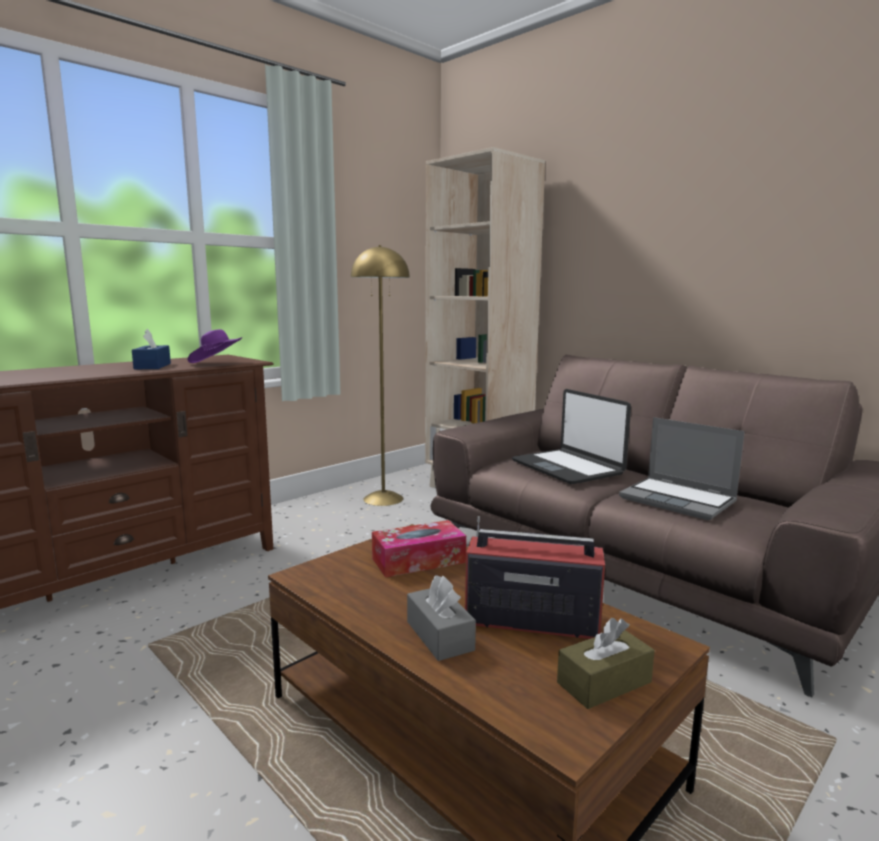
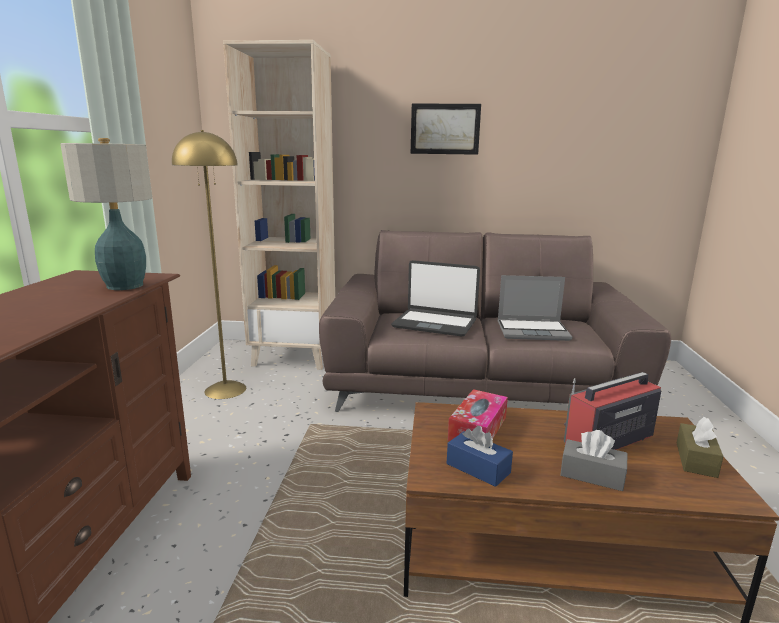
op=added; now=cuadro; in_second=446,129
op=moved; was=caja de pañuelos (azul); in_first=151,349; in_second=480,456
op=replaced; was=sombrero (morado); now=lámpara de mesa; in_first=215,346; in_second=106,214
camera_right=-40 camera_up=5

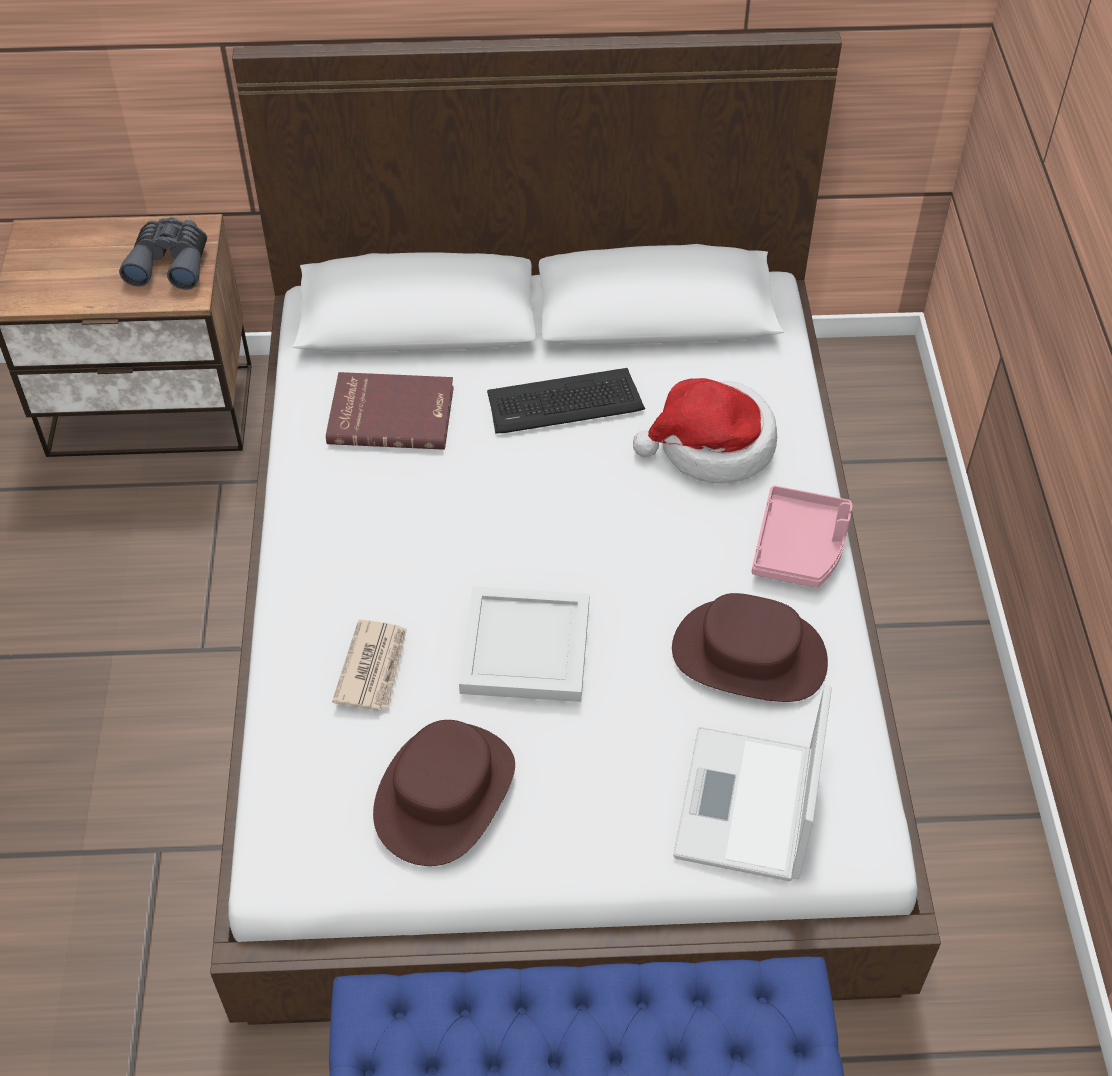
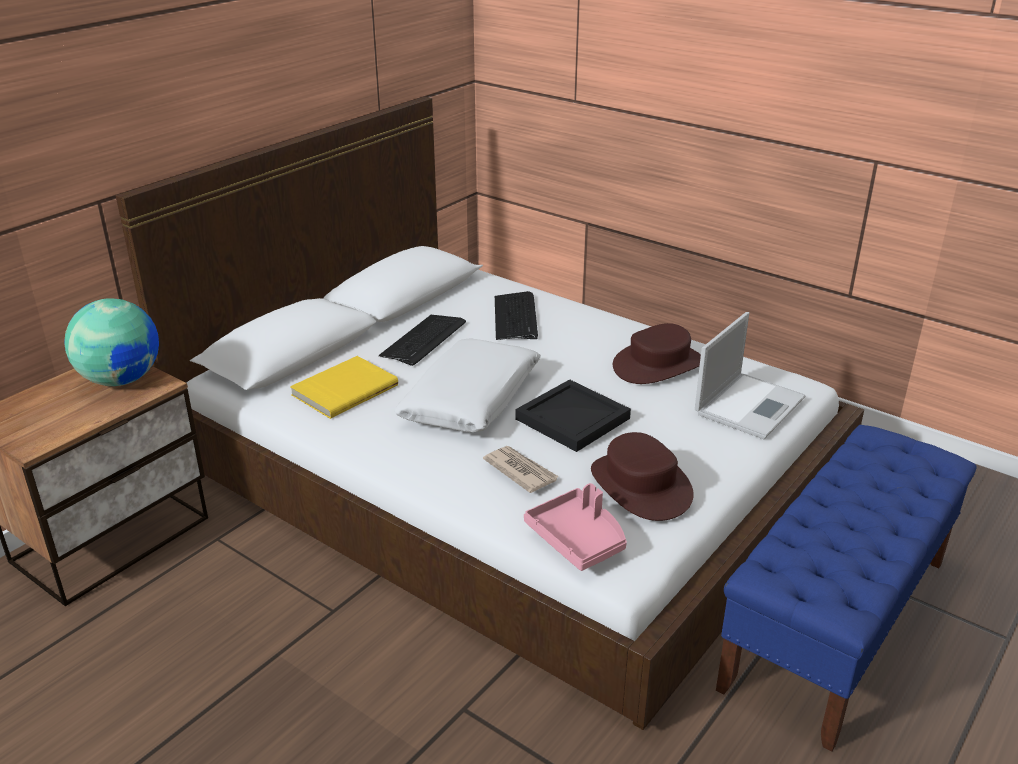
op=added; now=cojín (blanco); in_second=467,385
op=moved; was=bandeja (rosa); in_first=802,536; in_second=575,527
op=replaced; was=prismáticos (gris); now=globo terráqueo; in_first=163,253; in_second=111,342
op=replaced; was=sombrero; now=teclado; in_first=705,431; in_second=516,315
op=recoloured; was=libro (rojo); now=libro (amarillo); in_first=390,411; in_second=344,387
op=recoloured; was=bandeja (blanco); now=bandeja (negro); in_first=524,644; in_second=573,415
op=turned; was=portátil; in_first=752,783; in_second=750,375; clockwise=-105
camera_right=-50 camera_up=-20

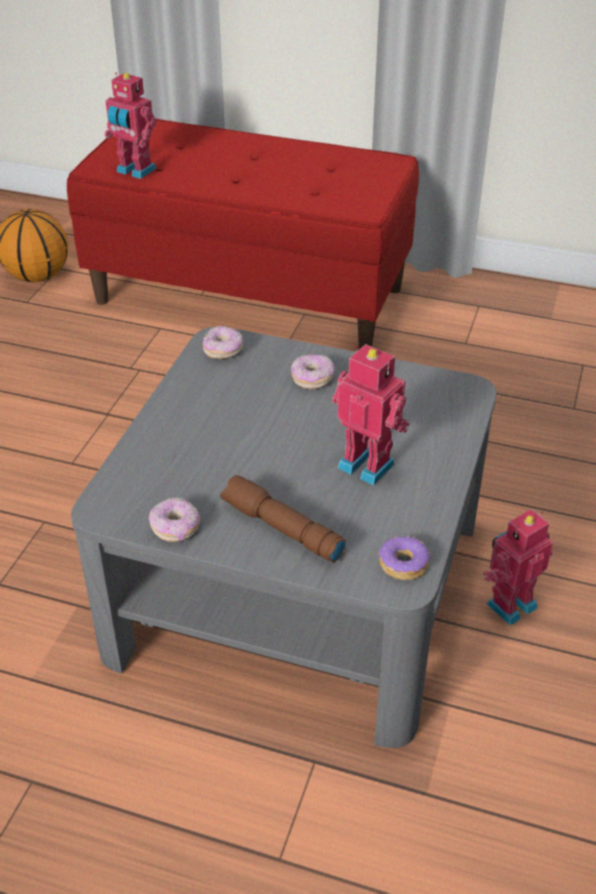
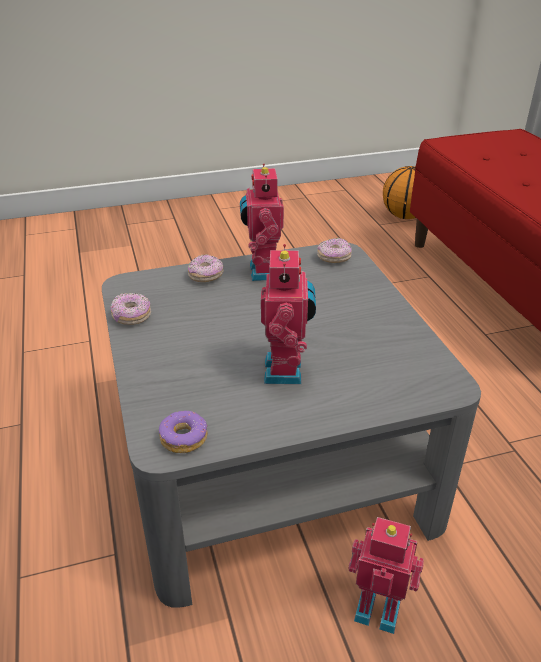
op=removed; was=linterna (marrón); in_first=283,519
op=moved; was=robot de juguete; in_first=131,125; in_second=262,222
op=moved; was=rosquilla; in_first=313,371; in_second=206,268
camera_right=55 camera_up=-5

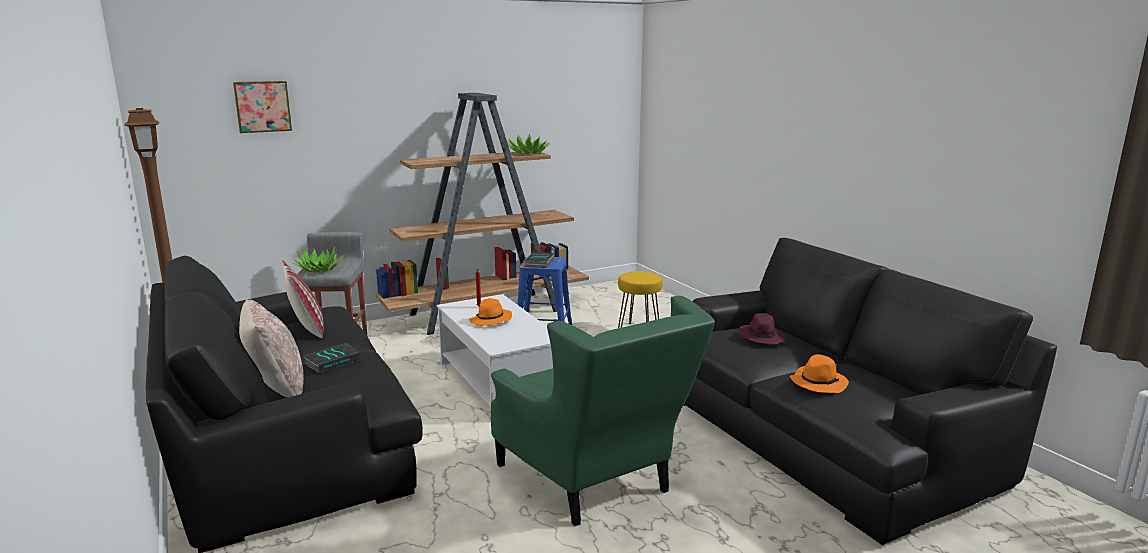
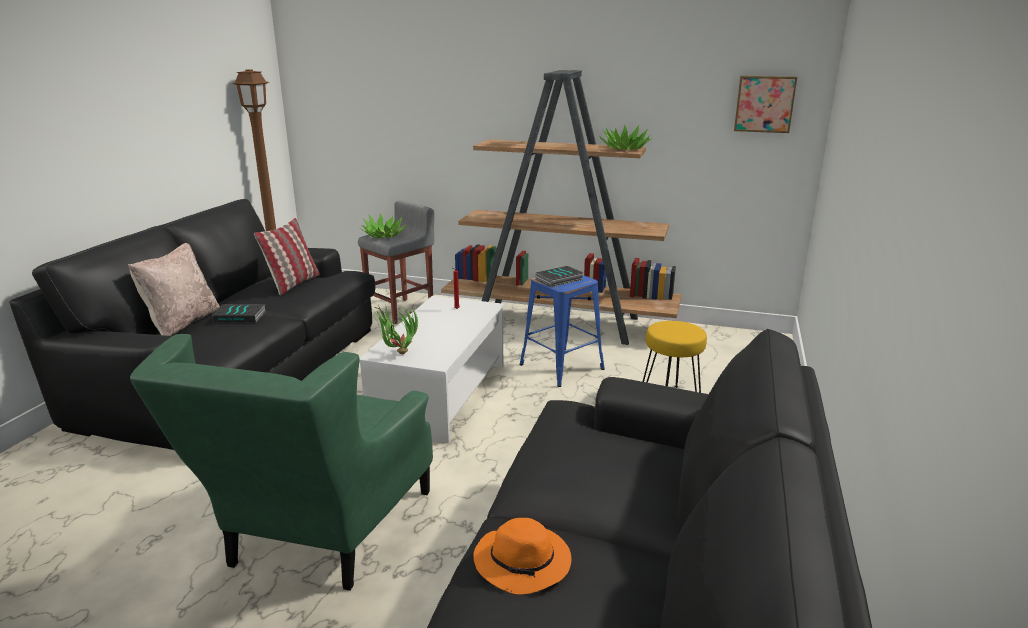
op=removed; was=sombrero (naranja); in_first=490,312
op=removed; was=sombrero (morado); in_first=761,328
op=added; now=planta en maceta; in_second=395,329
op=moved; was=cuadro; in_first=262,107; in_second=765,104
camera_right=45 camera_up=5

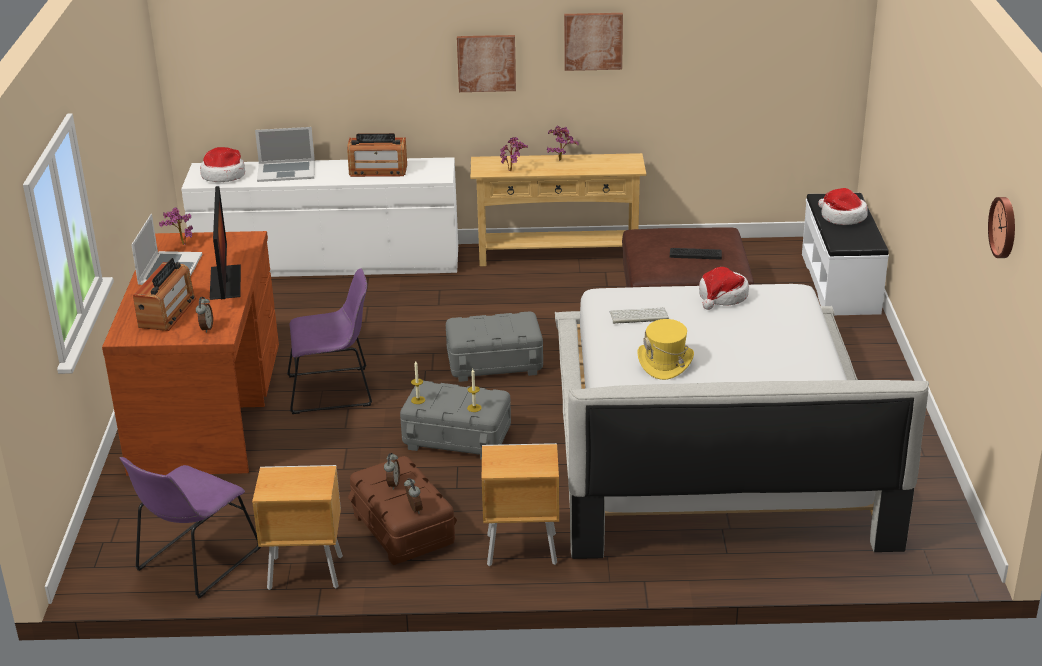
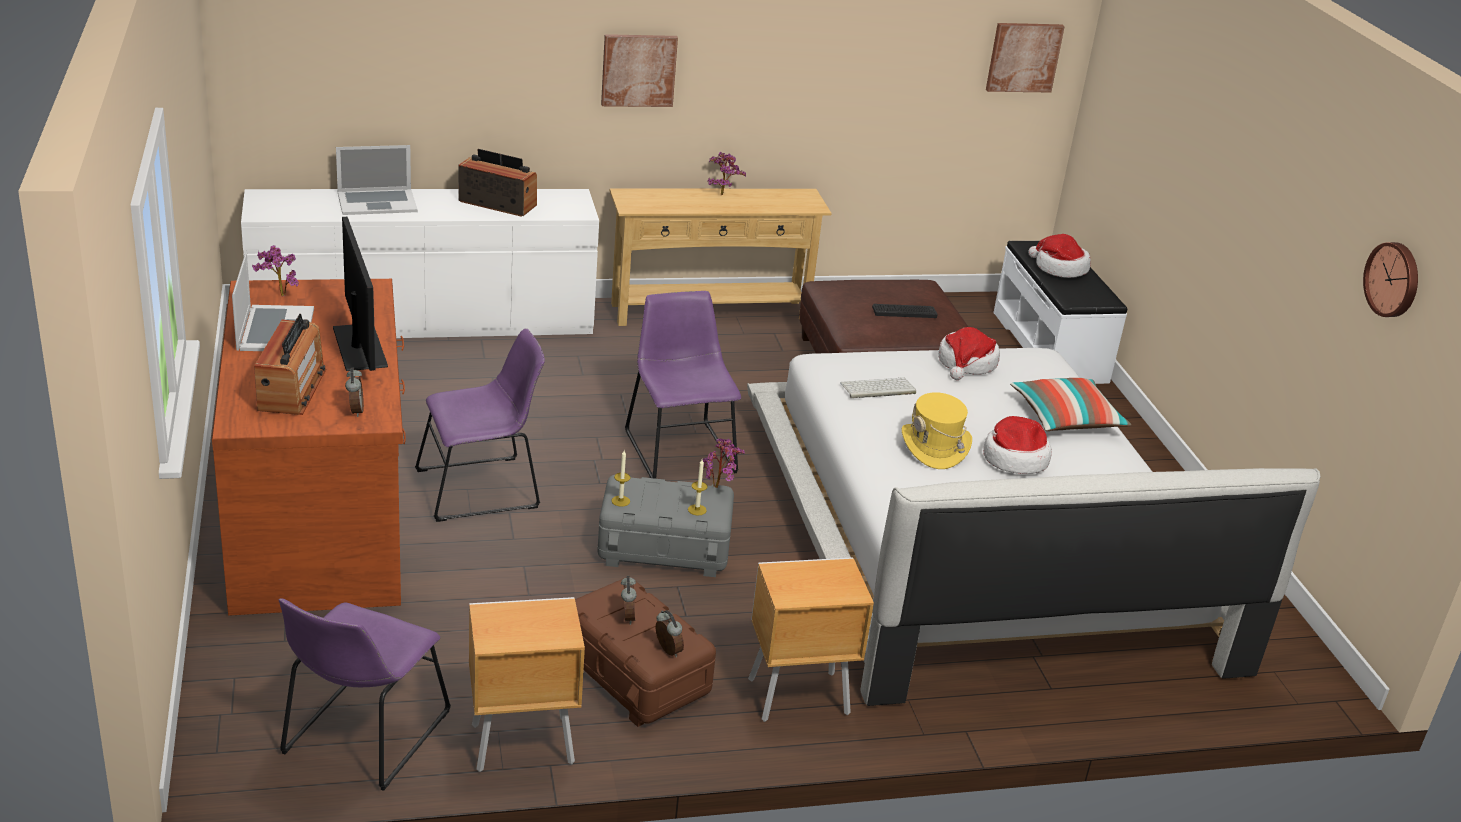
op=added; now=cojín; in_second=1071,404
op=moved; was=sombrero; in_first=222,164; in_second=1017,445
op=moved; was=planta en maceta; in_first=514,154; in_second=724,463
op=moved; was=cuadro; in_first=593,42; in_second=1025,58
op=replaced; was=caja de almacenaje (gris); now=silla (morado); in_first=494,346; in_second=683,385
op=turned; was=radio; in_first=377,155; in_second=497,183; clockwise=-150
camera_right=-15 camera_up=0

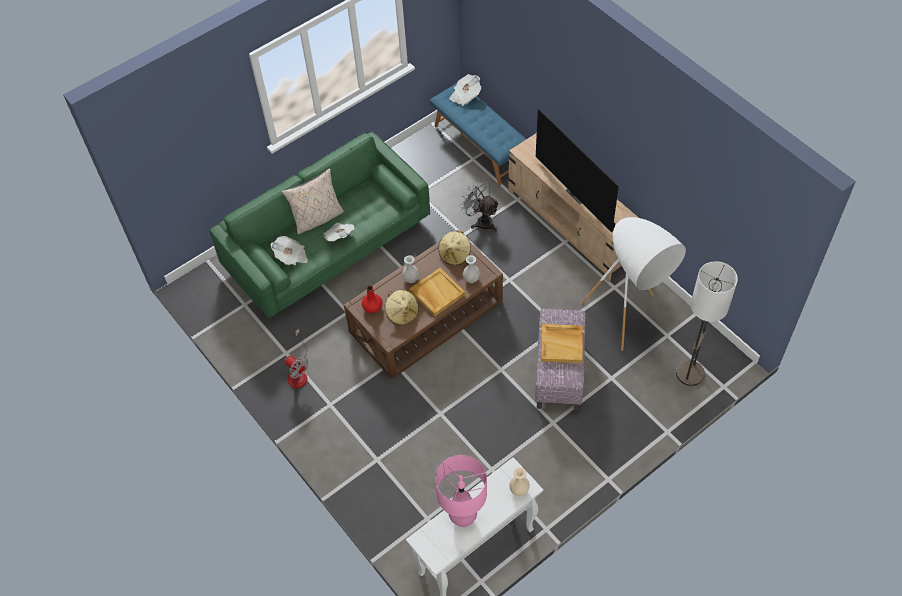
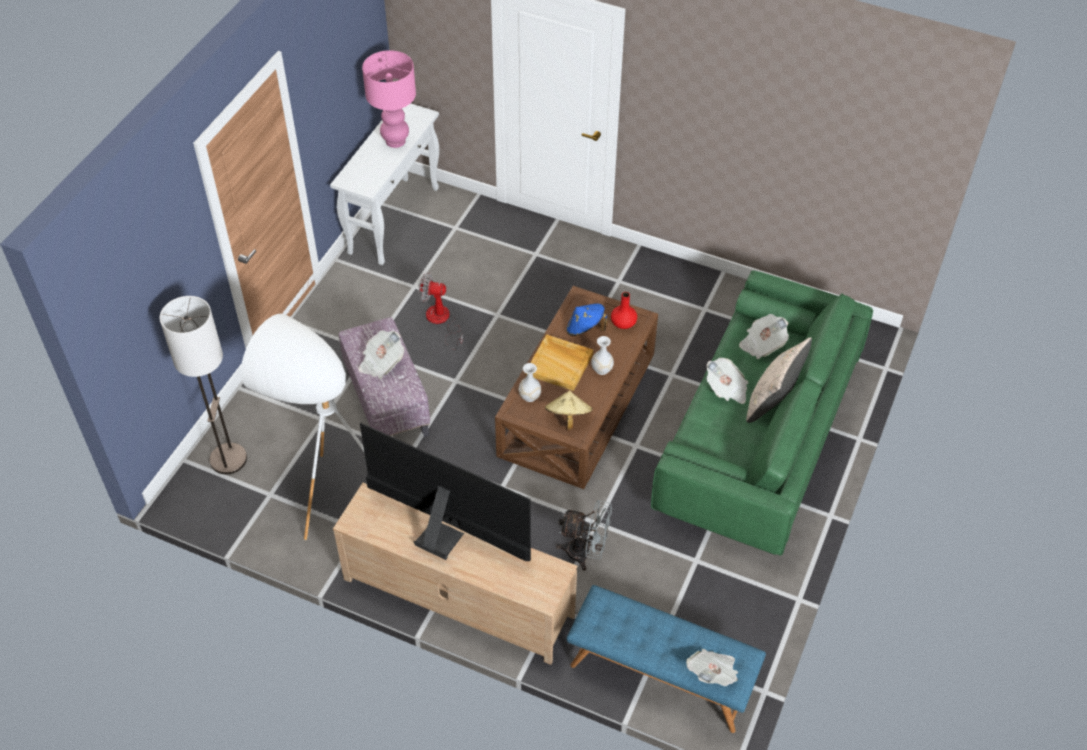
op=removed; was=florero (beis); in_first=519,482
op=moved; was=ventilador; in_first=296,358; in_second=441,311
op=replaced; was=bandeja (beis); now=periódico; in_first=562,343; in_second=381,354
op=recoloured; was=sombrero (beis); now=sombrero (azul); in_first=402,308; in_second=586,319
camera_right=150 camera_up=-5

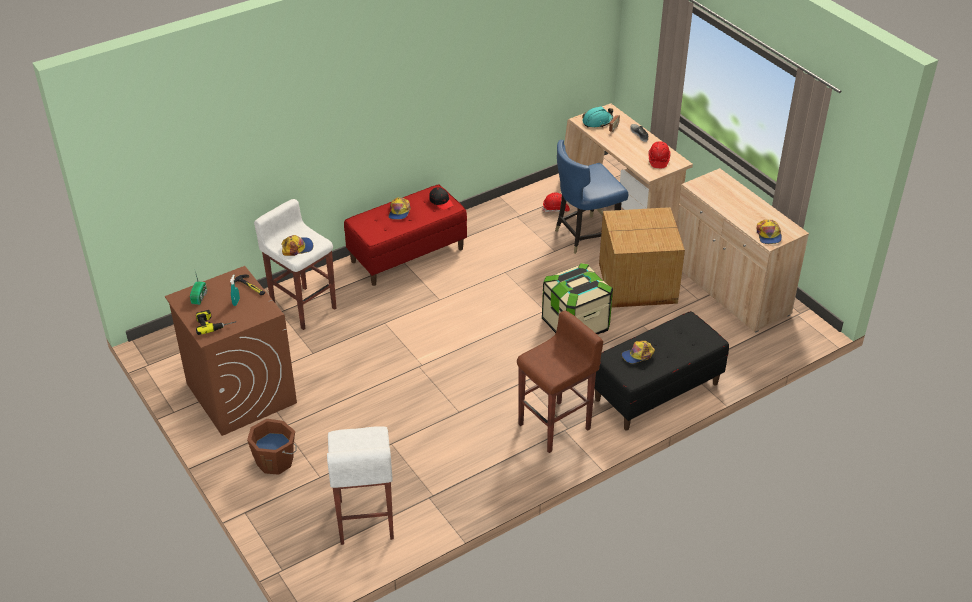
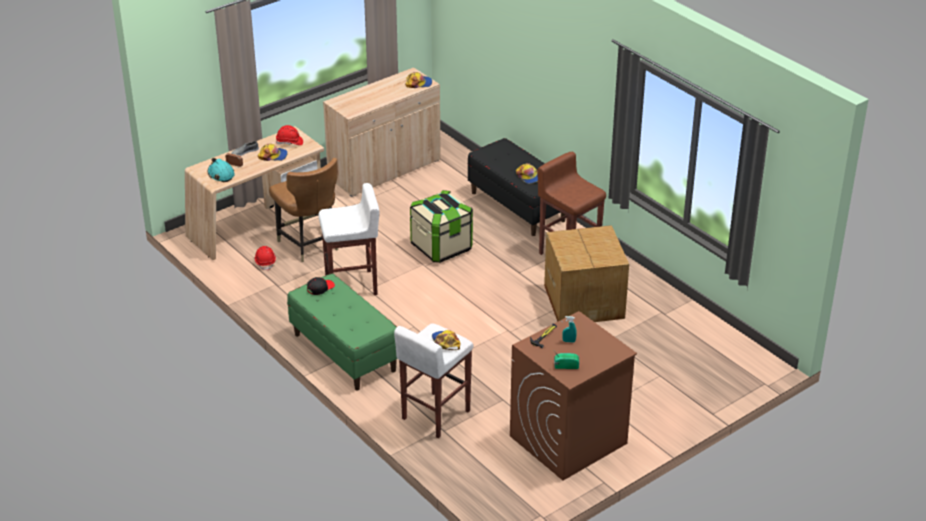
op=removed; was=taladro; in_first=216,322
op=removed; was=cubo (marrón); in_first=272,447
op=moved; was=taburete (blanco); in_first=360,485; in_second=348,239
op=moved; was=gorra; in_first=399,208; in_second=273,152
op=moved; was=caja de cartón; in_first=642,257; in_second=586,273
op=recoloured; was=banco (rojo); now=banco (verde); in_first=405,235; in_second=342,332
op=recoloured; was=silla (azul); now=silla (marrón); in_first=591,197; in_second=303,210
camera_right=-95 camera_up=-5

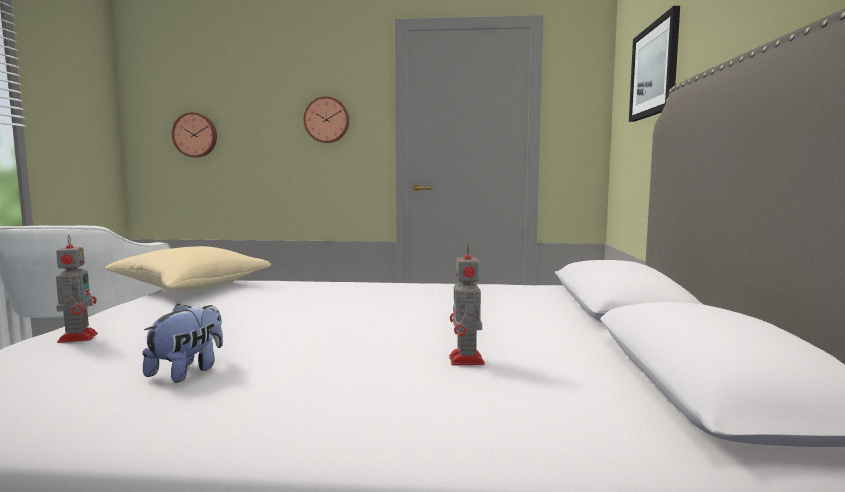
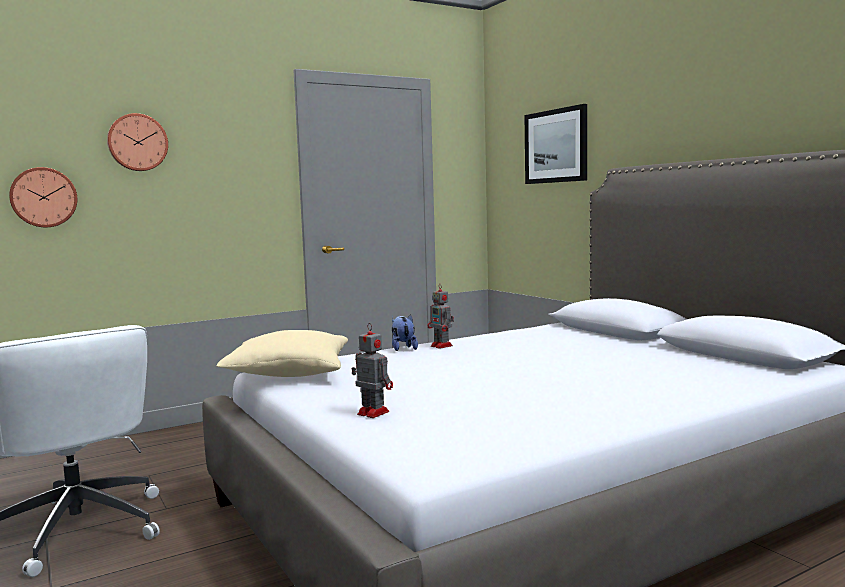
op=moved; was=peluche; in_first=182,343; in_second=405,333
op=moved; was=reloj de pared; in_first=326,119; in_second=137,142
op=moved; was=robot de juguete; in_first=467,304; in_second=440,316
camera_right=-35 camera_up=0

